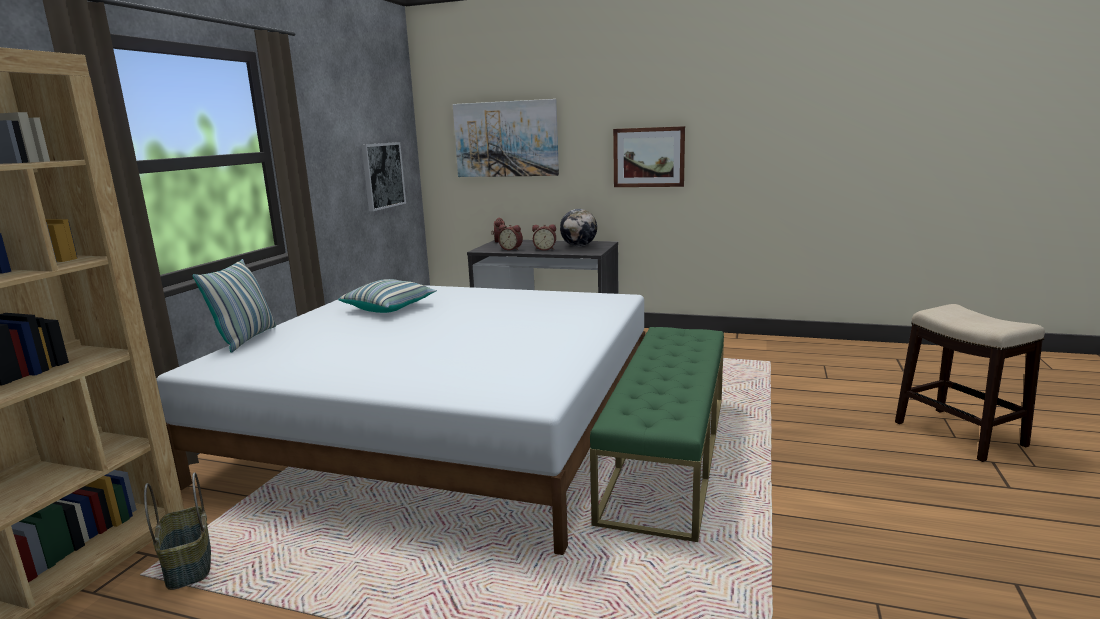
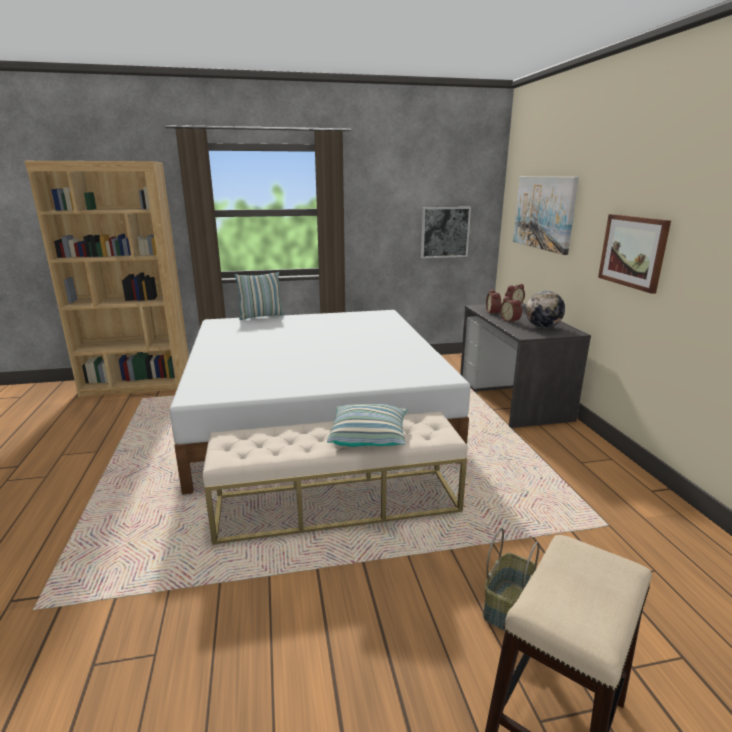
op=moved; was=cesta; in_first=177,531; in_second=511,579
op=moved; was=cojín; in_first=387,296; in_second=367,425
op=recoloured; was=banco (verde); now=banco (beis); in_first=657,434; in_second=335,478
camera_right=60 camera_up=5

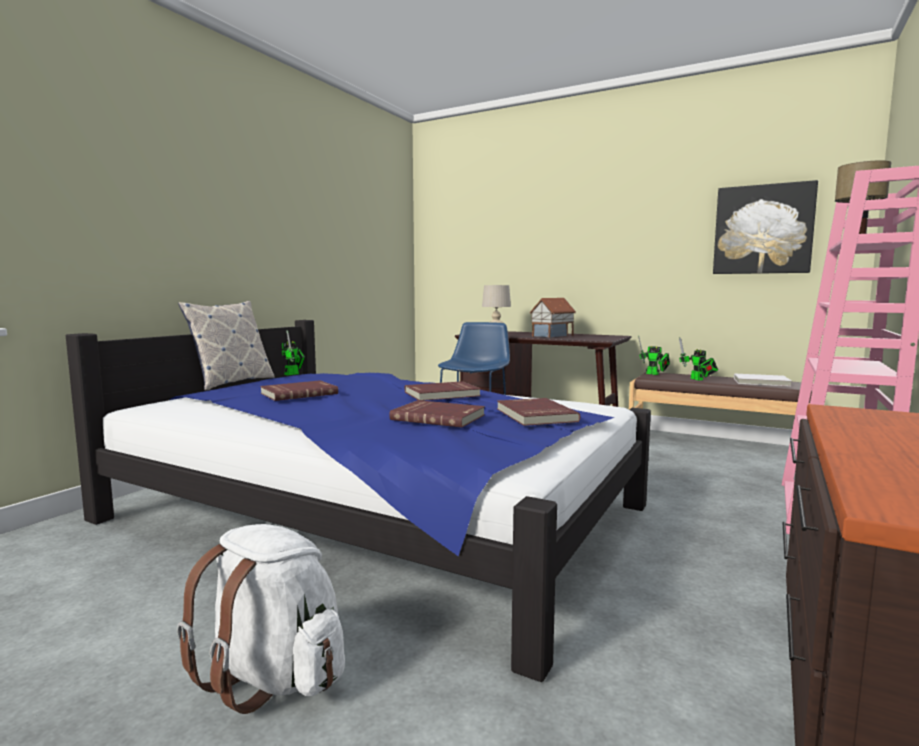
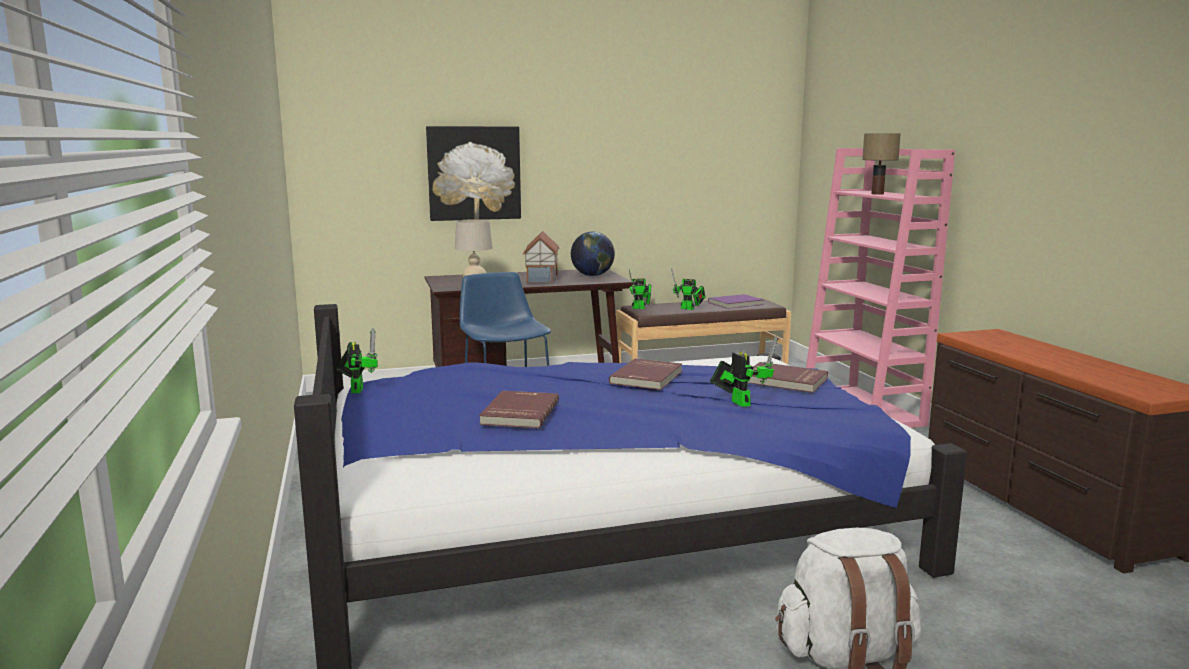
op=removed; was=cojín; in_first=226,345
op=added; now=globo terráqueo; in_second=593,254
op=moved; was=cuadro; in_first=765,227; in_second=473,173
op=replaced; was=libro (rojo); now=robot de juguete; in_first=437,414; in_second=744,371
op=recoloured; was=libro (blanco); now=libro (morado); in_first=763,380; in_second=735,301
camera_right=-45 camera_up=5

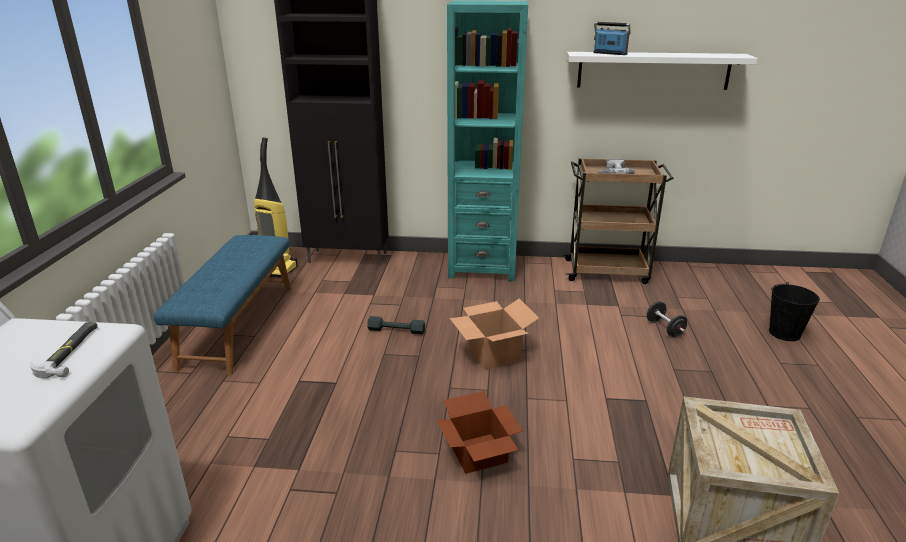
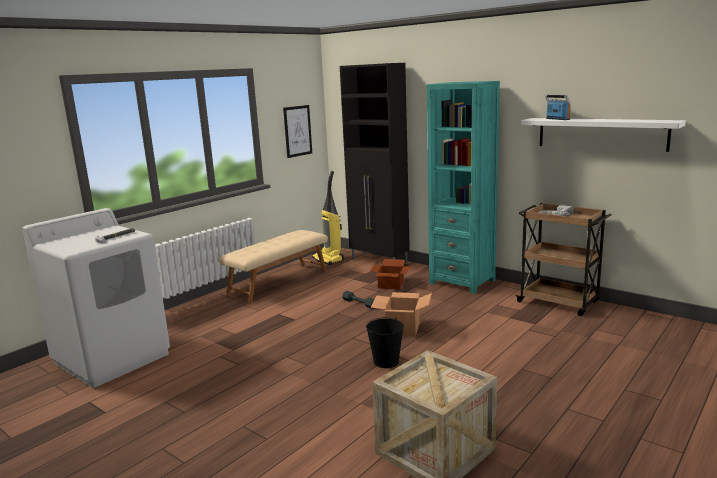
op=removed; was=mancuerna (negro); in_first=667,319
op=added; now=cuadro; in_second=297,131
op=moved; was=caja de cartón; in_first=480,432; in_second=390,274
op=moved; was=cubo (negro); in_first=794,311; in_second=385,343
op=recoloured; was=banco (azul); now=banco (beis); in_first=222,305; in_second=273,267
camera_right=35 camera_up=-10

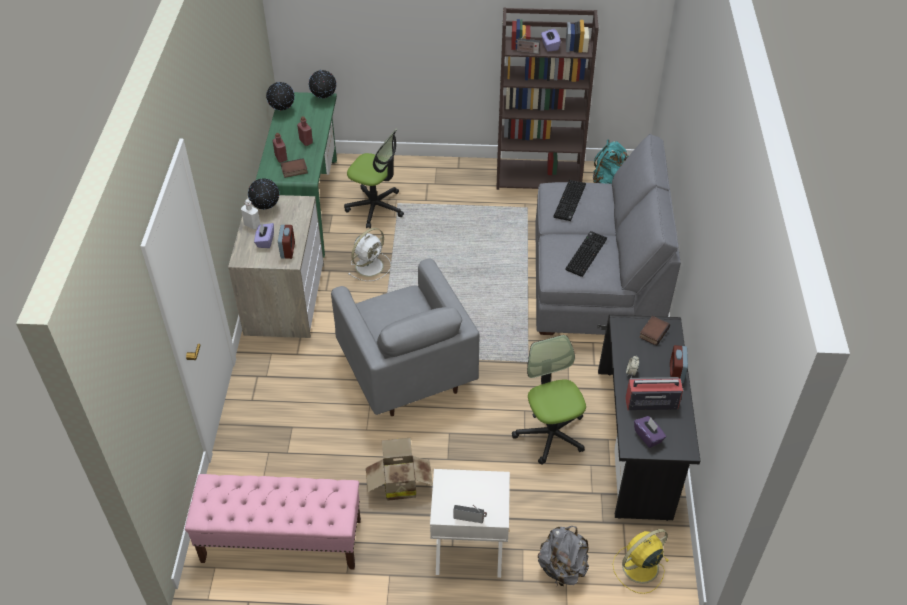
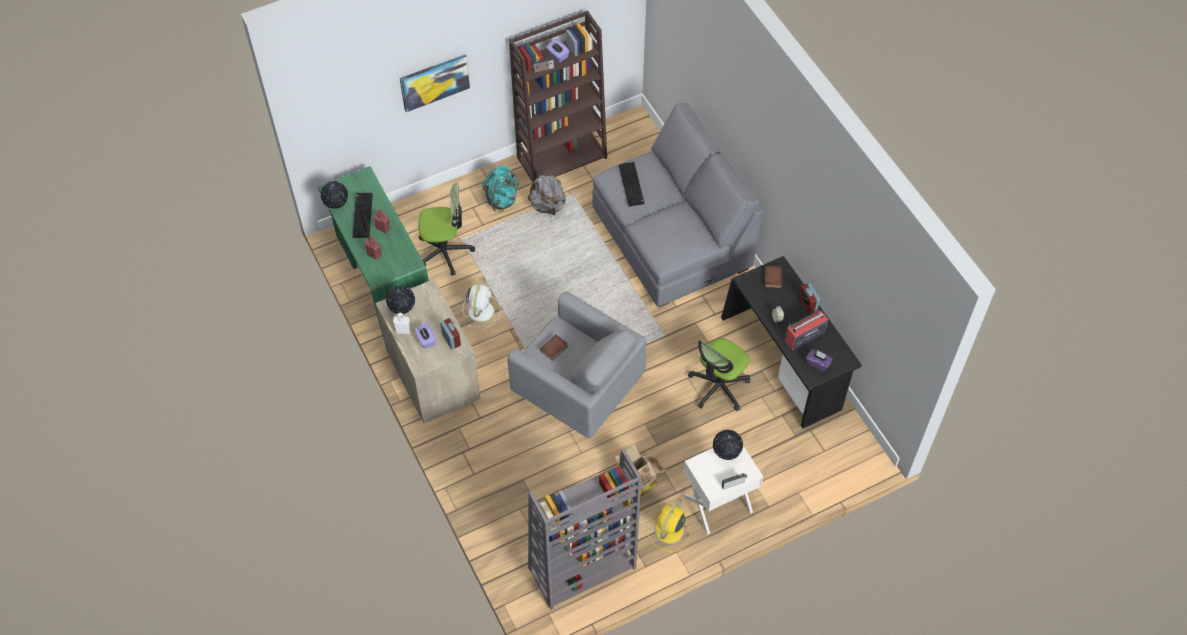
op=added; now=cuadro; in_second=435,83
op=moved; was=libro; in_first=294,168; in_second=554,347
op=moved; was=globo terráqueo; in_first=322,84; in_second=728,445
op=moved; was=mochila (gris); in_first=563,556; in_second=547,193
op=moved; was=teclado; in_first=586,254; in_second=362,215
op=moved; was=mochila (turquesa); in_first=611,162; in_second=500,188
op=moved; was=ventilador (amarillo); in_first=641,561; in_second=668,525
op=replaced; was=banco (rosa); now=estantería (gris); in_first=273,521; in_second=585,529
op=turned; was=silla de oficina; in_first=549,400; in_second=719,374; clockwise=-90
camera_right=-30 camera_up=10

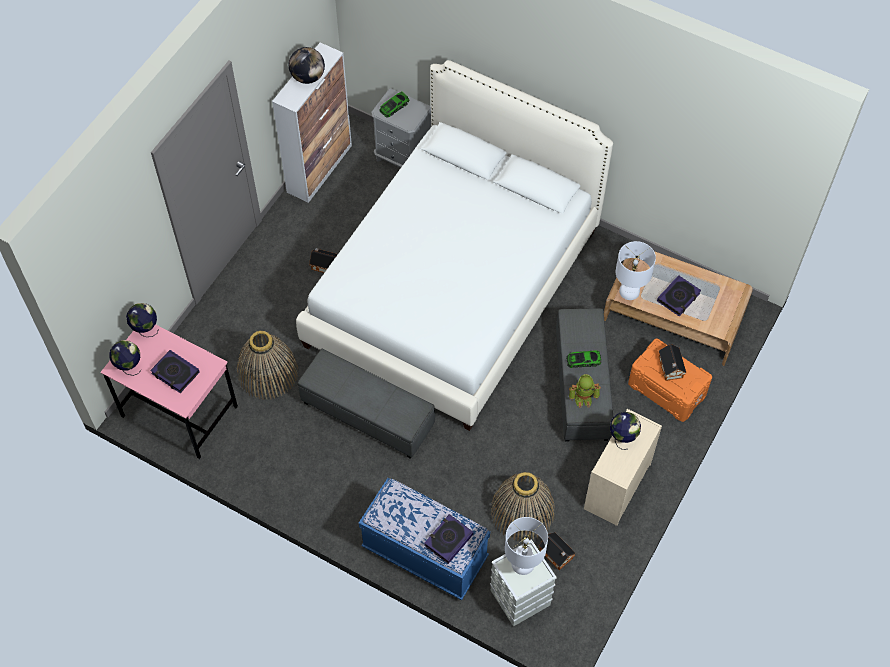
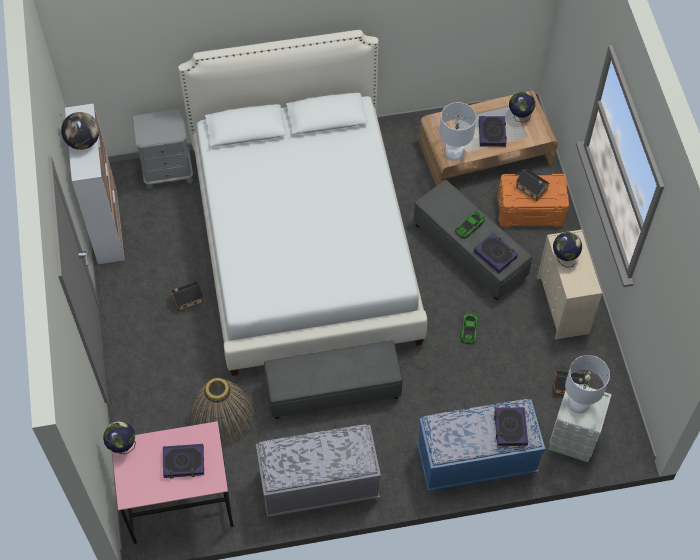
op=removed; was=cesta; in_first=522,506
op=added; now=banco (gris); in_second=318,470
op=moved; was=globo terráqueo; in_first=125,358; in_second=522,106
op=moved; was=coche de juguete; in_first=394,104; in_second=469,329
op=replaced; was=robot de juguete; now=libro; in_first=585,391; in_second=496,253
camera_right=-40 camera_up=0

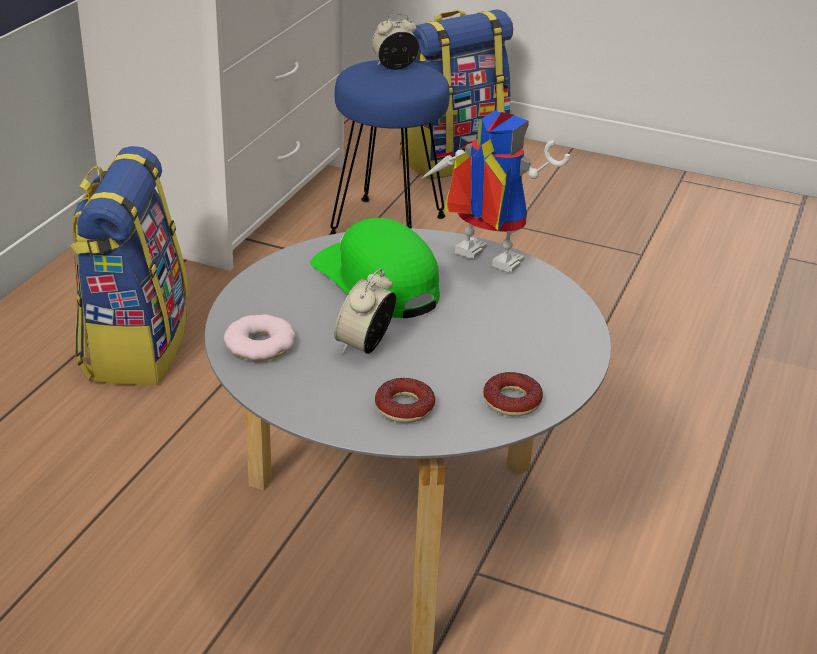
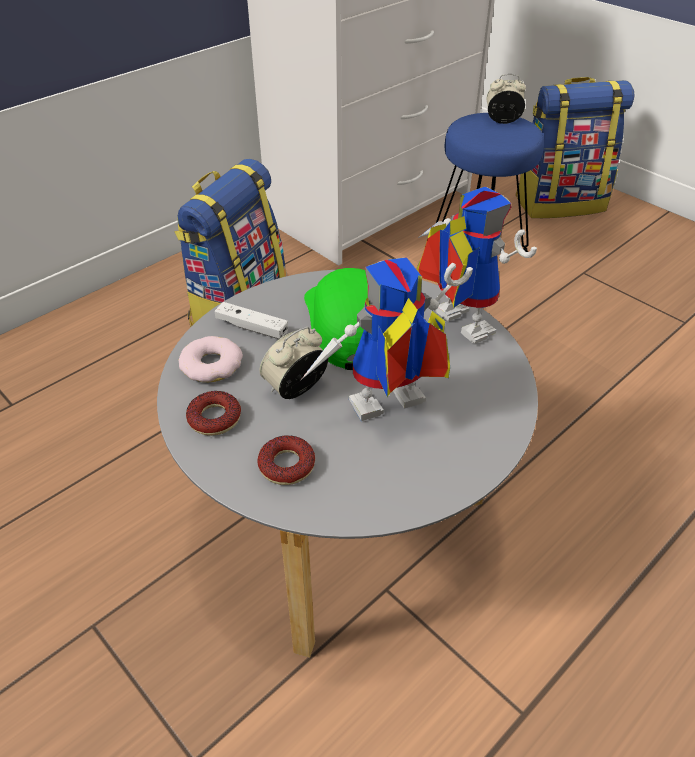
op=added; now=mando de consola (blanco); in_second=251,320
op=added; now=robot de juguete; in_second=386,339
op=moved; was=rosquilla; in_first=513,394; in_second=213,413
camera_right=25 camera_up=10

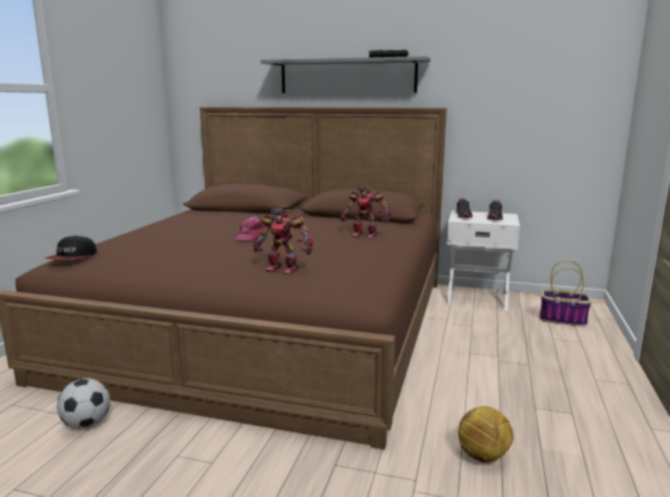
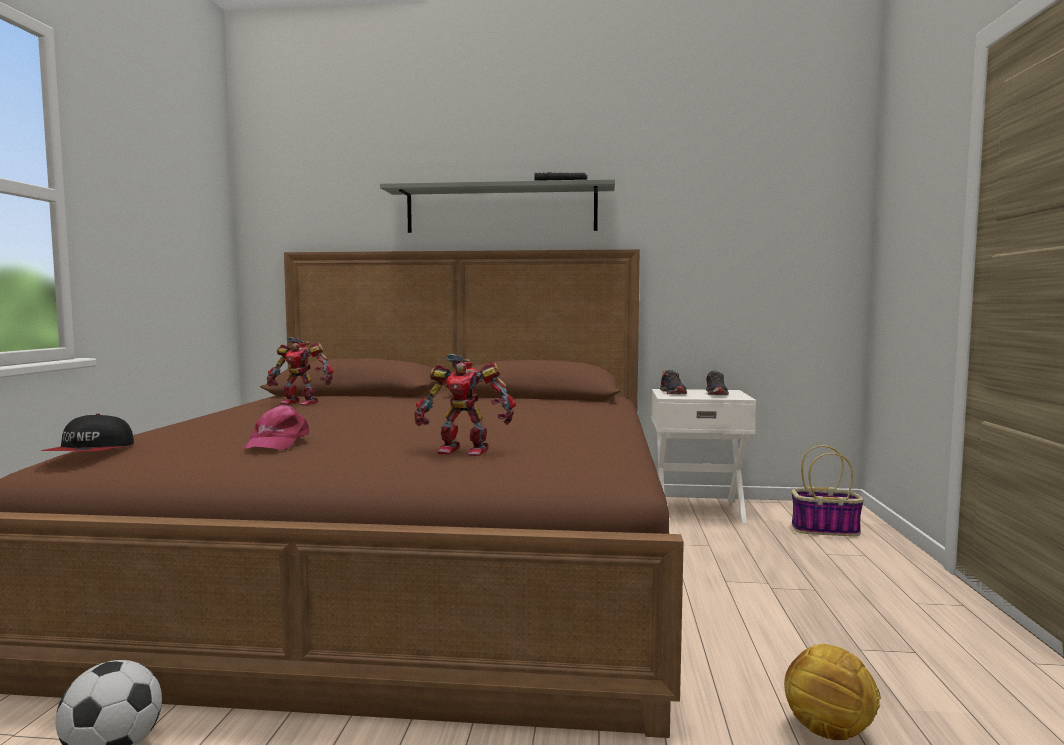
op=moved; was=gorra (rosa); in_first=251,229; in_second=276,427
op=moved; was=robot de juguete; in_first=366,212; in_second=300,371
camera_right=-10 camera_up=-10

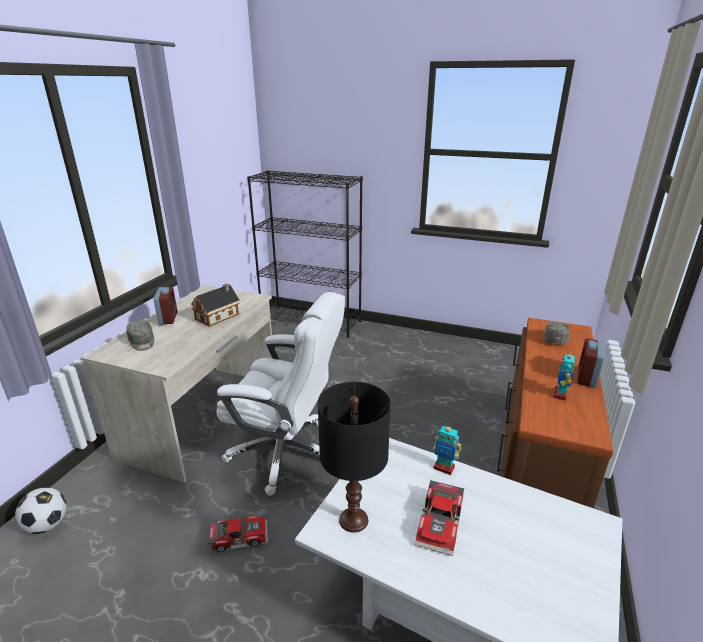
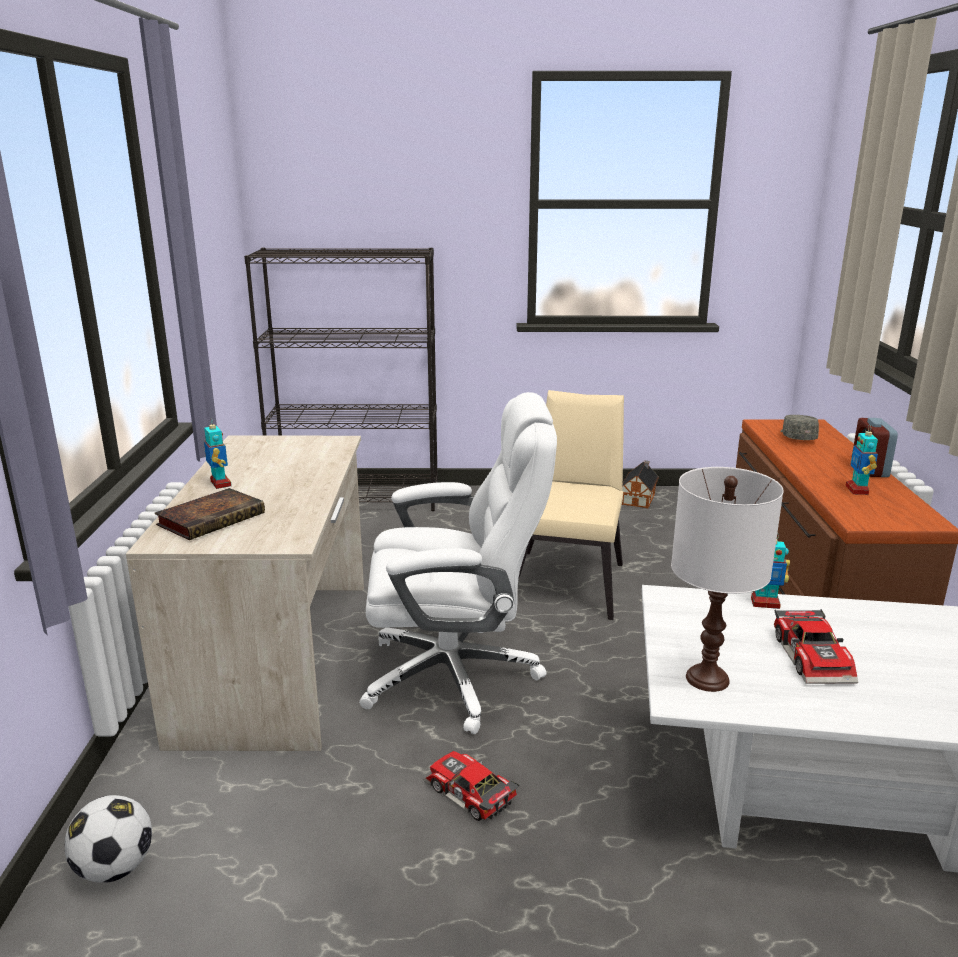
op=added; now=silla (beis); in_second=571,505
op=moved; was=casita; in_first=215,305; in_second=640,484
op=replaced; was=gorra (gris); now=libro; in_first=140,335; in_second=210,514
op=replaced; was=despertador; now=robot de juguete; in_first=165,306; in_second=218,454
op=recoloured; was=lámpara de mesa (negro); now=lámpara de mesa (blanco); in_first=354,457; in_second=727,579
op=turned; was=coche de juguete; in_first=238,534; in_second=471,786; clockwise=-105
camera_right=-20 camera_up=-5

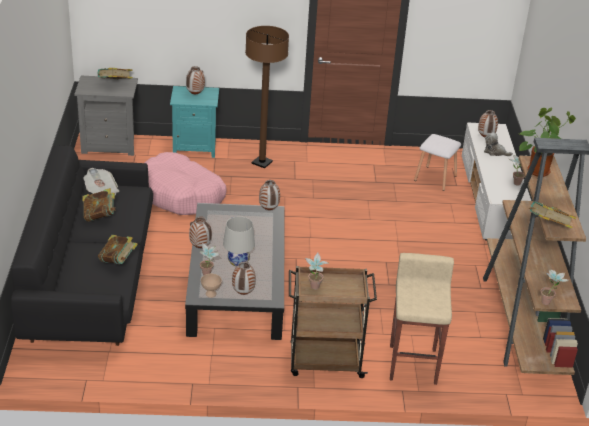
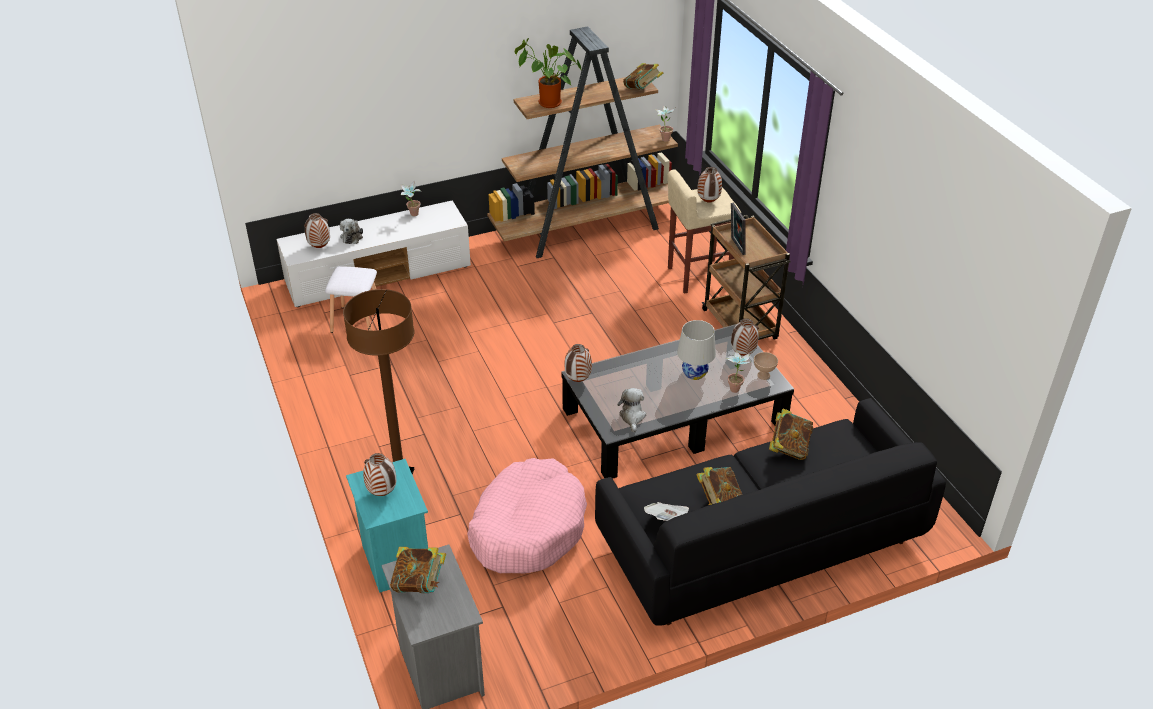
op=removed; was=planta en maceta; in_first=317,271
op=added; now=peluche; in_second=631,410
op=added; now=portarretratos; in_second=738,229
op=moved; was=florero; in_first=200,232; in_second=709,185
camera_right=-110 camera_up=5

